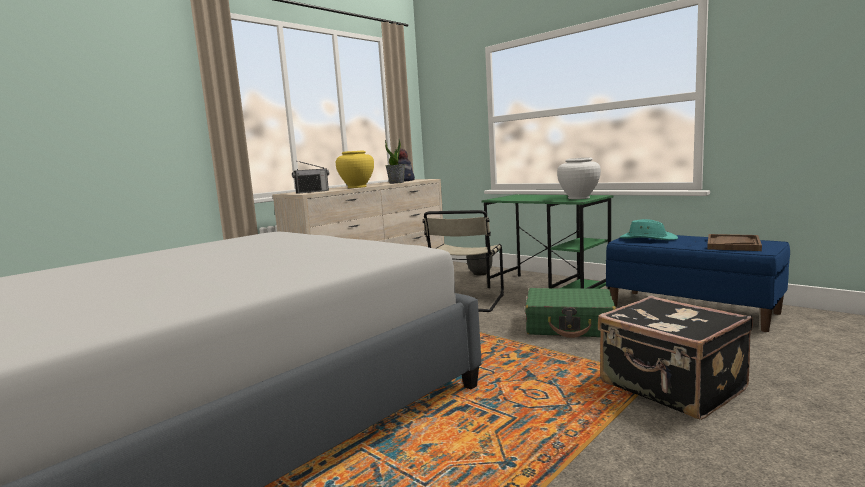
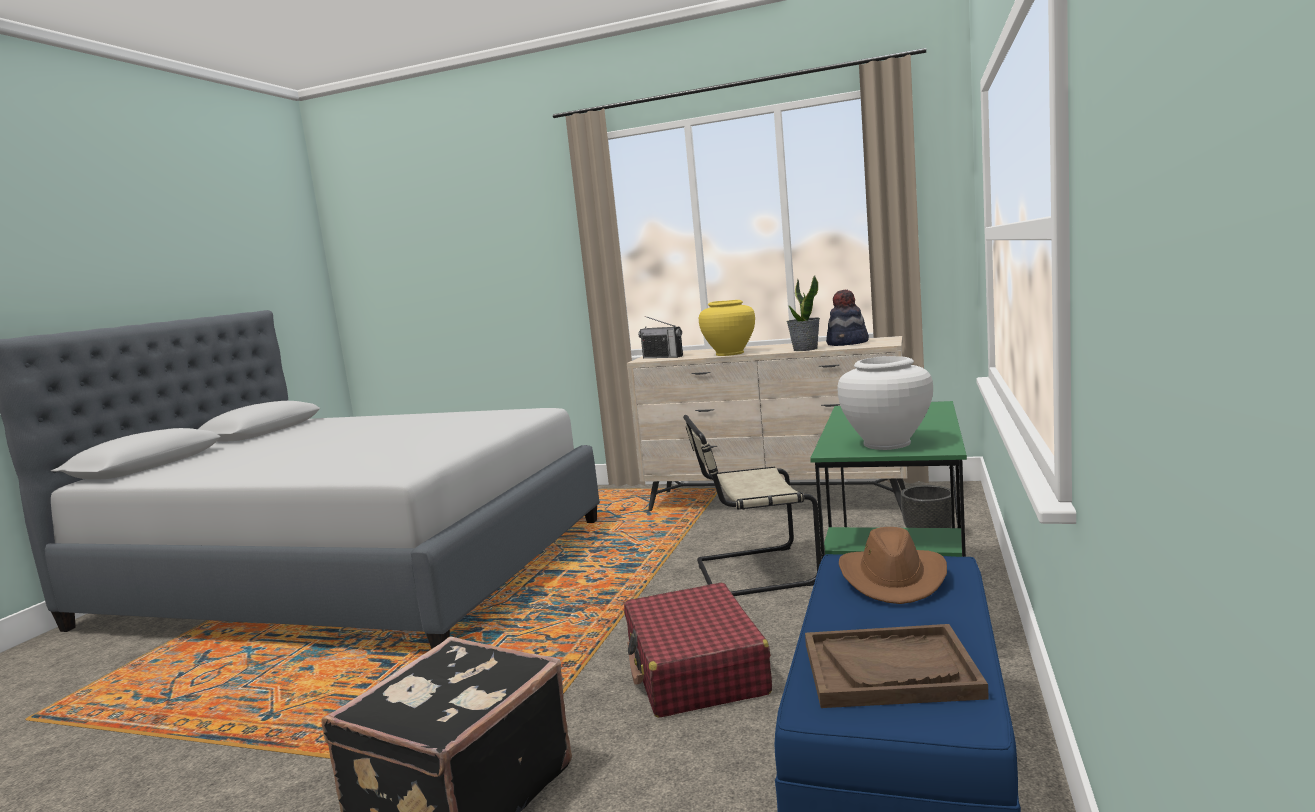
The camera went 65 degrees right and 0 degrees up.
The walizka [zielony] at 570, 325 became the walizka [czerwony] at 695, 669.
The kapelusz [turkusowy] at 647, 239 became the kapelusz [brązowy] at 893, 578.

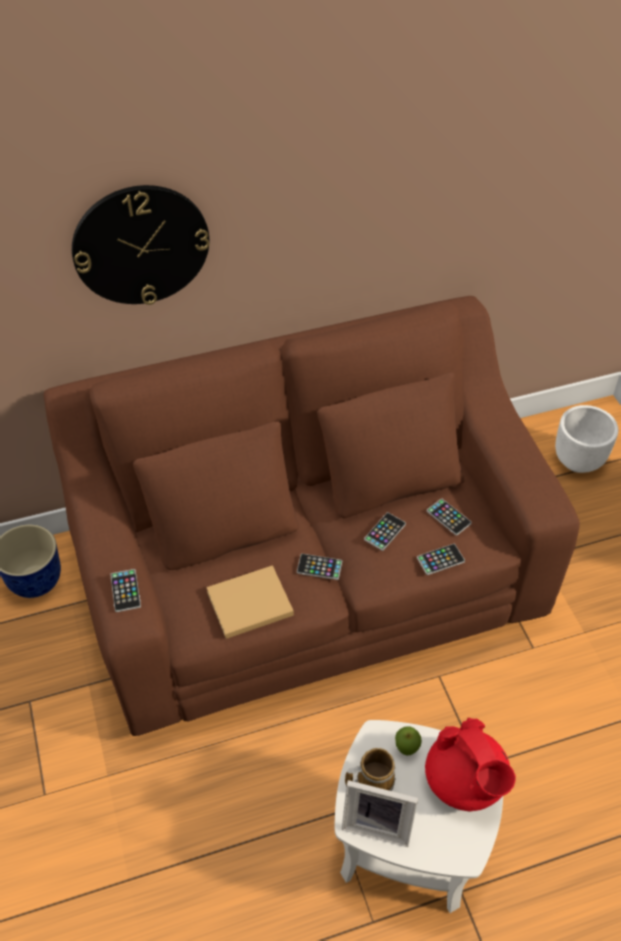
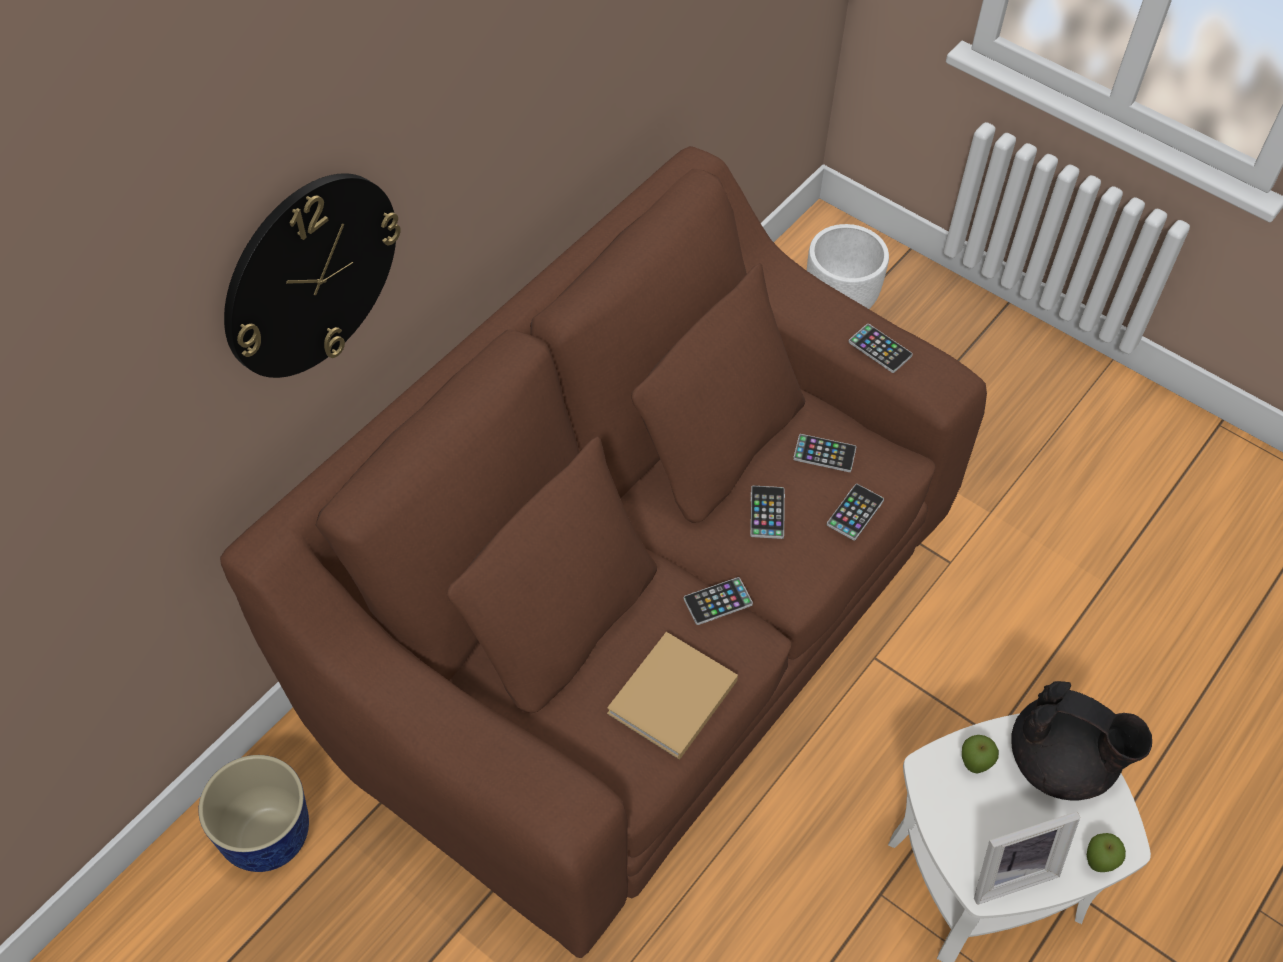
The camera went 35 degrees left and 5 degrees up.
The kubek at 372, 780 disappeared.
The jabłko at 1097, 864 appeared.
The telefon moved from 125, 591 to 880, 349.
The imbryk [czerwony] at 465, 782 became the imbryk [czarny] at 1061, 763.

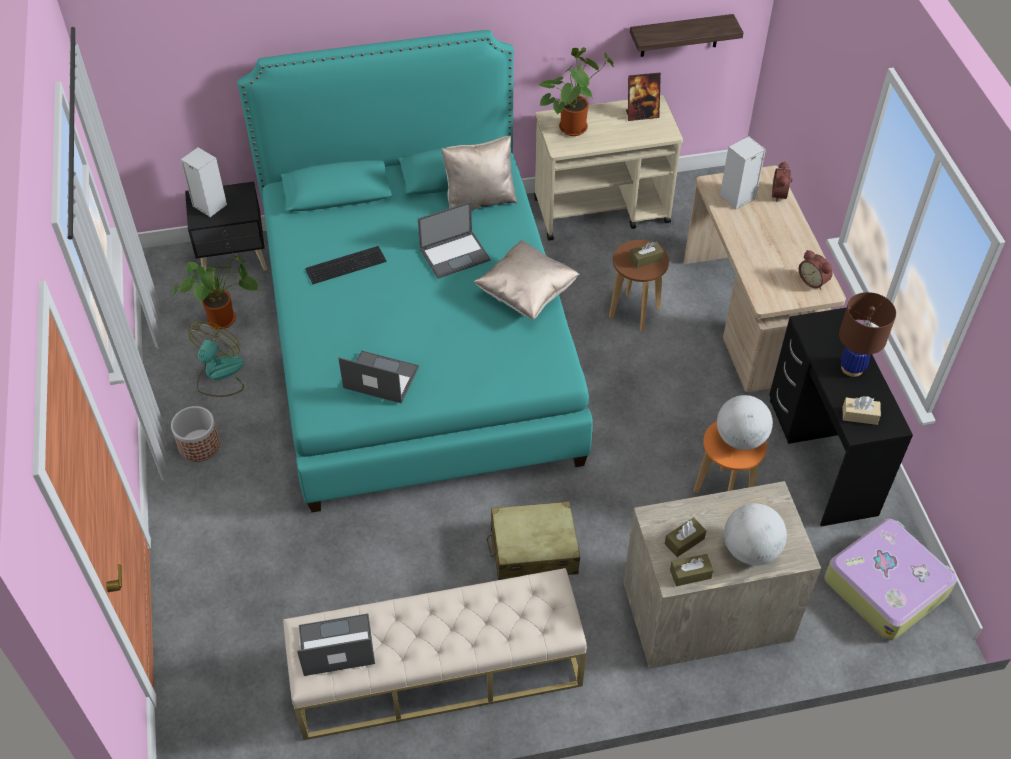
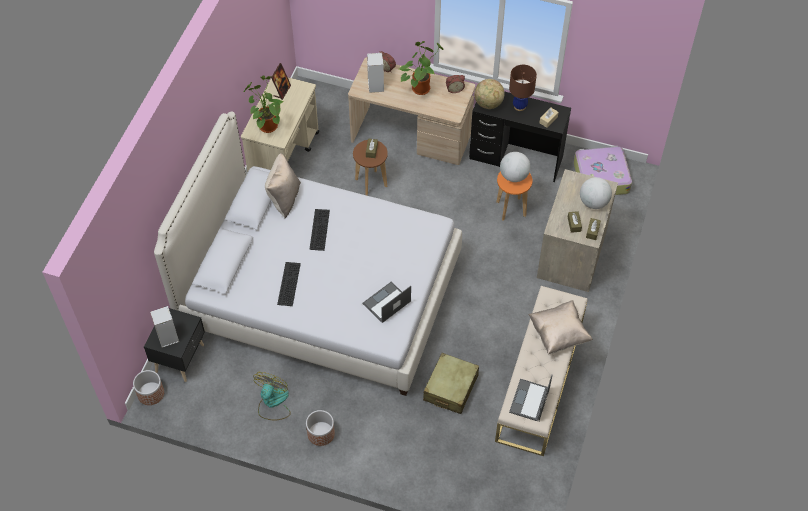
The camera went 60 degrees left and 5 degrees up.
The półka at 680, 35 disappeared.
The donica at 150, 393 appeared.
The globus at 488, 104 appeared.
The roślina doniczkowa moved from 225, 318 to 420, 87.
The poduszka [beżowy] moved from 526, 294 to 558, 334.
The walizka [beżowy] moved from 533, 550 to 450, 388.
The laptop at 455, 254 was replaced by the klawiatura at 318, 229.
The łóżko [turkusowy] at 417, 343 became the łóżko [biały] at 320, 293.
The wentylator at 219, 374 turned 60 degrees clockwise.

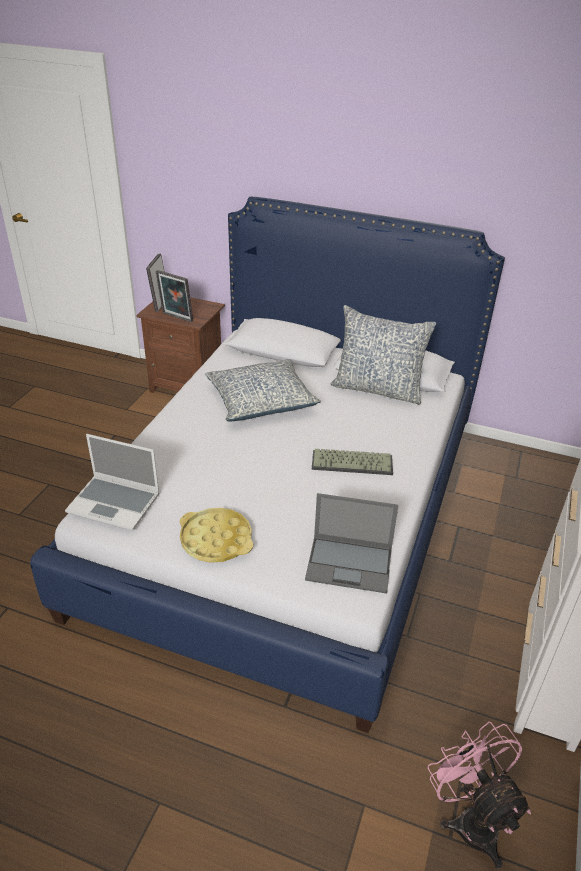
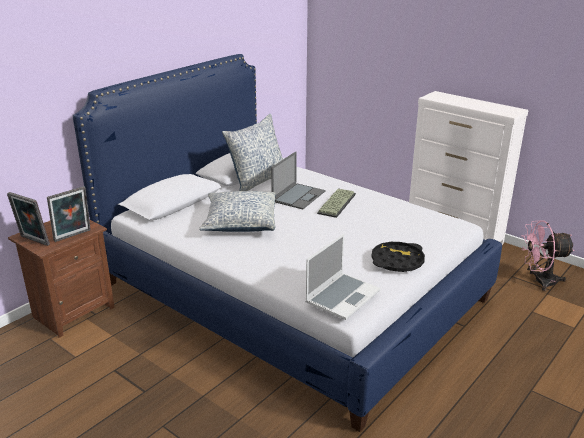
The camera went 70 degrees left and 10 degrees down.
The laptop moved from 350, 564 to 298, 196.
The taca [żółty] at 216, 540 became the taca [czarny] at 397, 261.

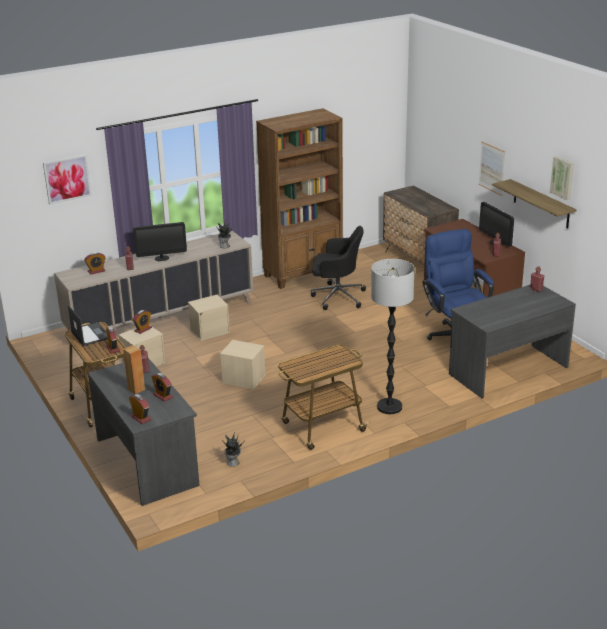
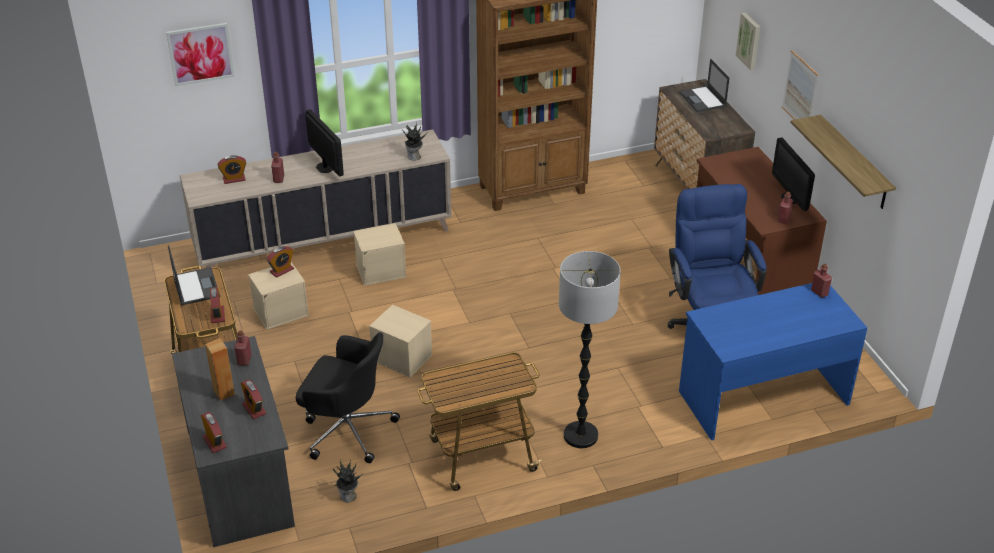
The camera went 10 degrees right and 10 degrees up.
The laptop at 703, 100 appeared.
The krzesło biurowe [czarny] moved from 337, 297 to 347, 429.
The obraz moved from 563, 177 to 749, 41.
The biurko [szary] at 507, 370 became the biurko [niebieski] at 762, 396.
The monitor at 161, 258 turned 120 degrees counterclockwise.

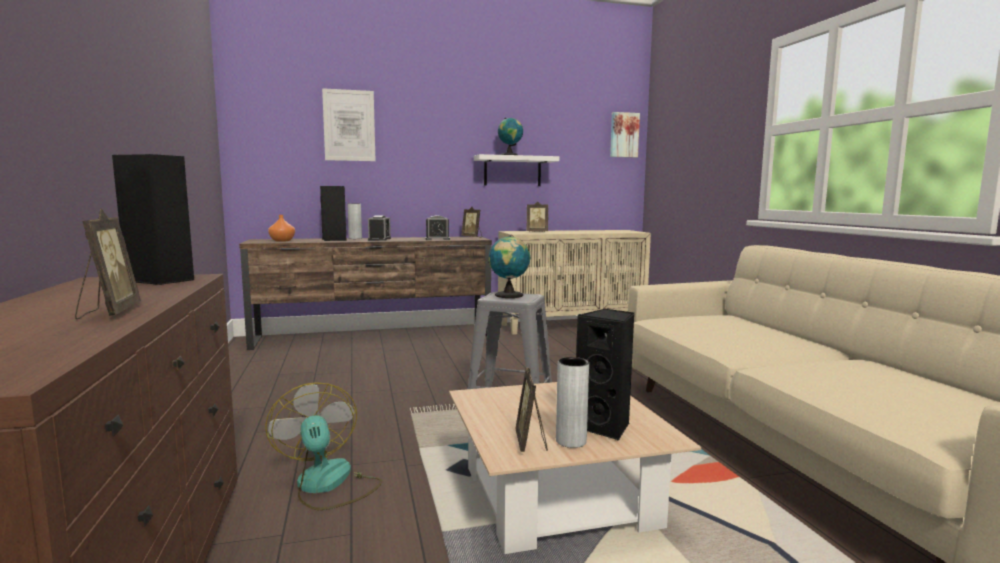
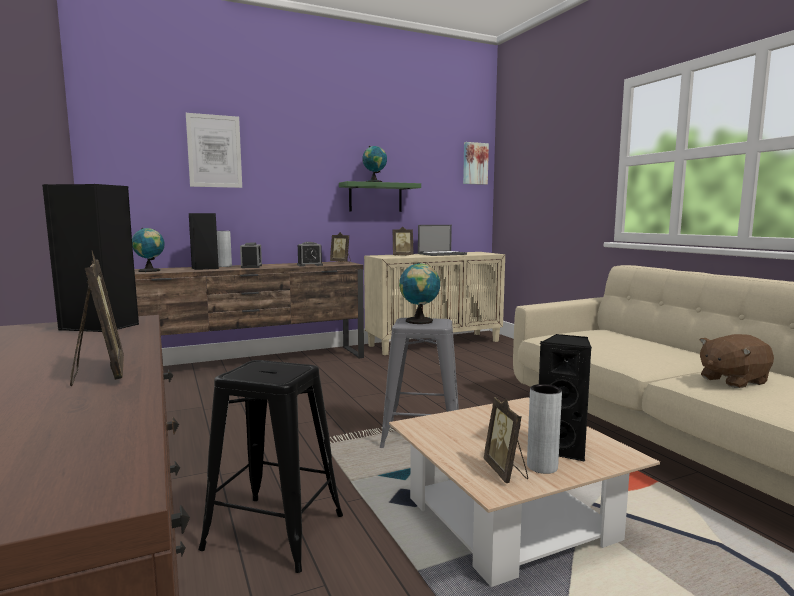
The camera went 10 degrees left and 0 degrees up.
The laptop at 442, 254 appeared.
The pluszak [brązowy] at 732, 380 appeared.
The wentylator at 328, 485 was replaced by the stołek [czarny] at 274, 532.
The wazon [pomarańczowy] at 282, 241 was replaced by the globus at 150, 271.
The półka [biały] at 512, 171 became the półka [zielony] at 375, 197.

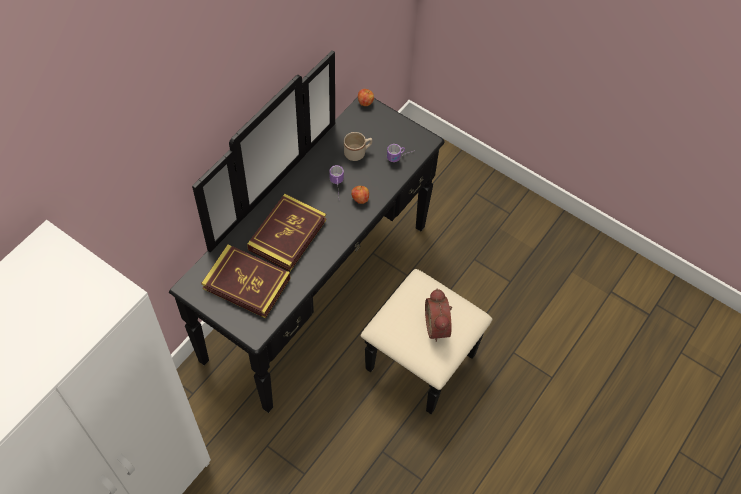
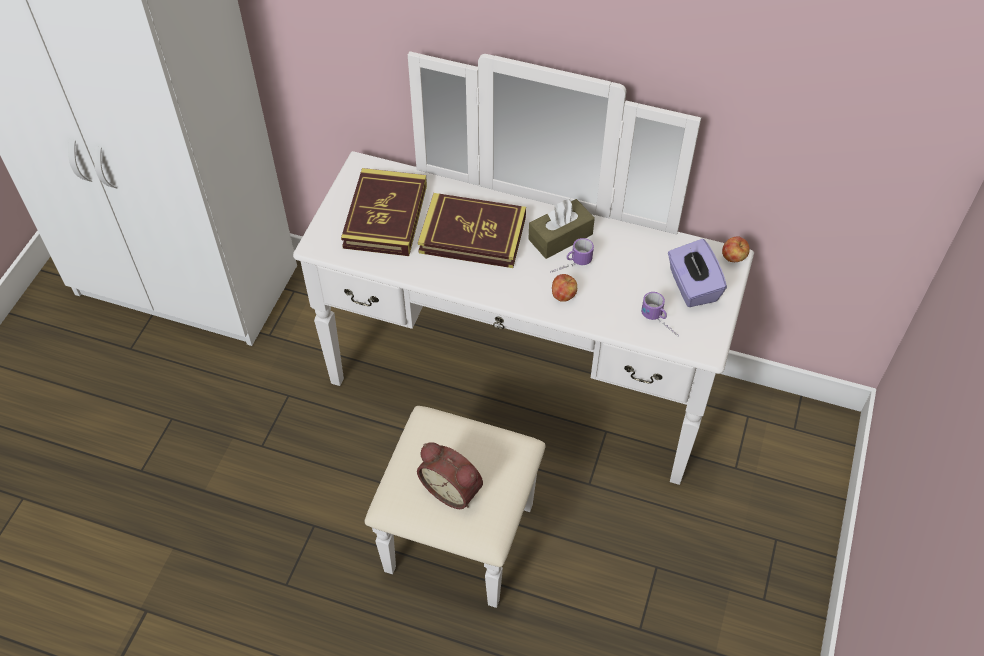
The camera went 75 degrees right and 5 degrees down.
The kubek [beżowy] at 358, 153 disappeared.
The pudełko chusteczek [brązowy] at 560, 237 appeared.
The pudełko chusteczek [fioletowy] at 692, 286 appeared.
The komoda [czarny] at 341, 306 became the komoda [biały] at 507, 417.
The budzik at 439, 326 turned 120 degrees counterclockwise.

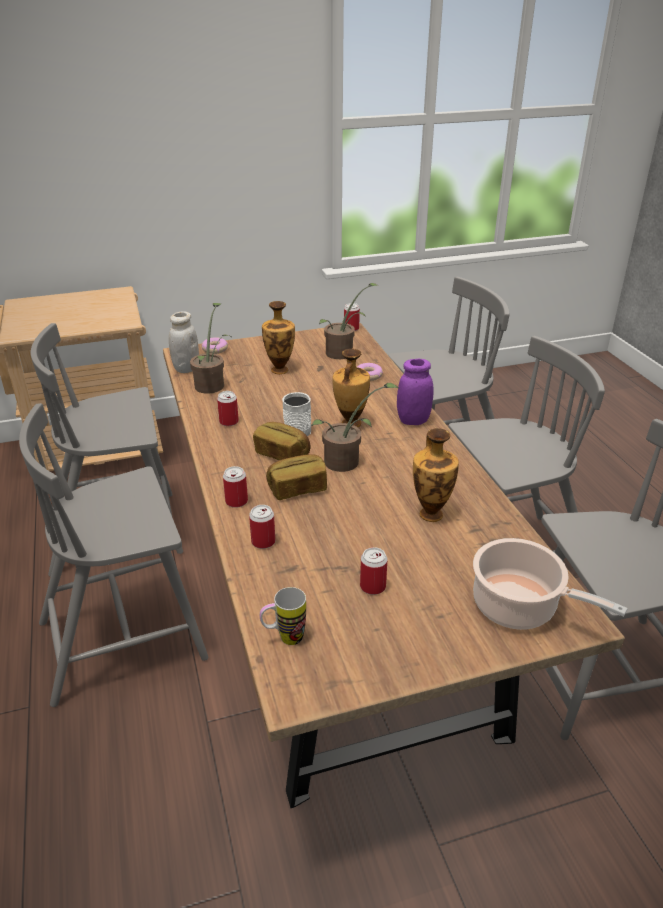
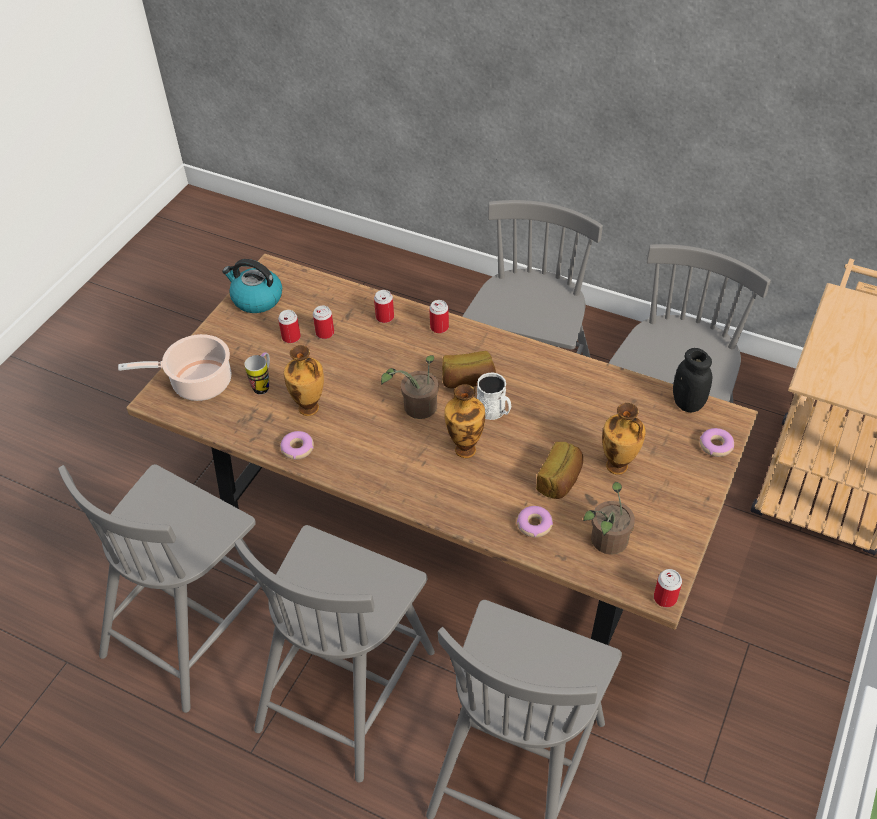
The camera went 135 degrees right and 15 degrees up.
The roślina doniczkowa at 212, 384 disappeared.
The słoik [fioletowy] at 413, 420 disappeared.
The czajnik at 256, 299 appeared.
The donut at 297, 448 appeared.
The puszka moved from 229, 422 to 325, 333.
The kubek moved from 284, 638 to 264, 385.
The chleb moved from 297, 488 to 560, 480.
The słoik [biały] at 186, 368 became the słoik [czarny] at 687, 403.

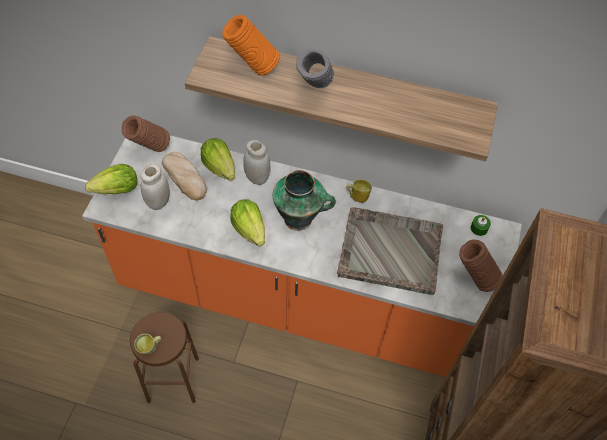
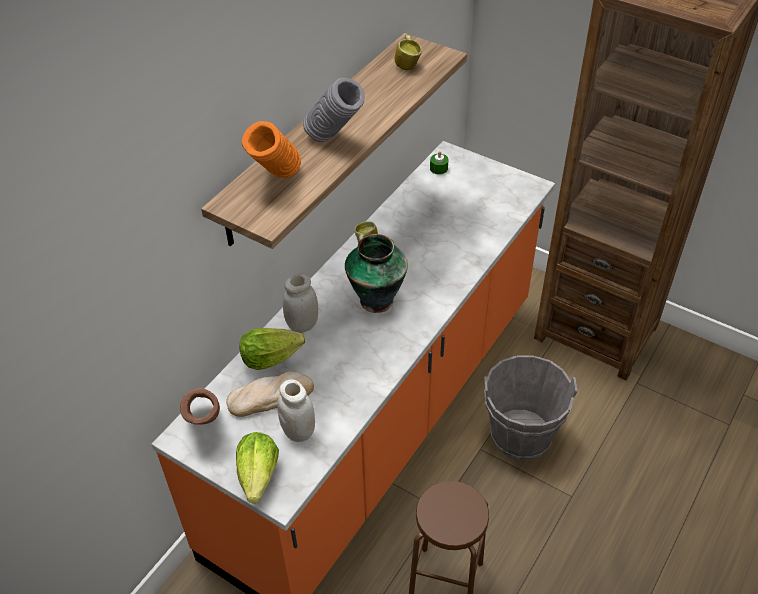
The camera went 70 degrees left and 10 degrees down.
The sałata at 249, 229 disappeared.
The taca [szary] at 389, 251 disappeared.
The wazon [brązowy] at 474, 279 disappeared.
The wiadro [szary] at 521, 435 appeared.
The kubek moved from 150, 348 to 408, 64.

